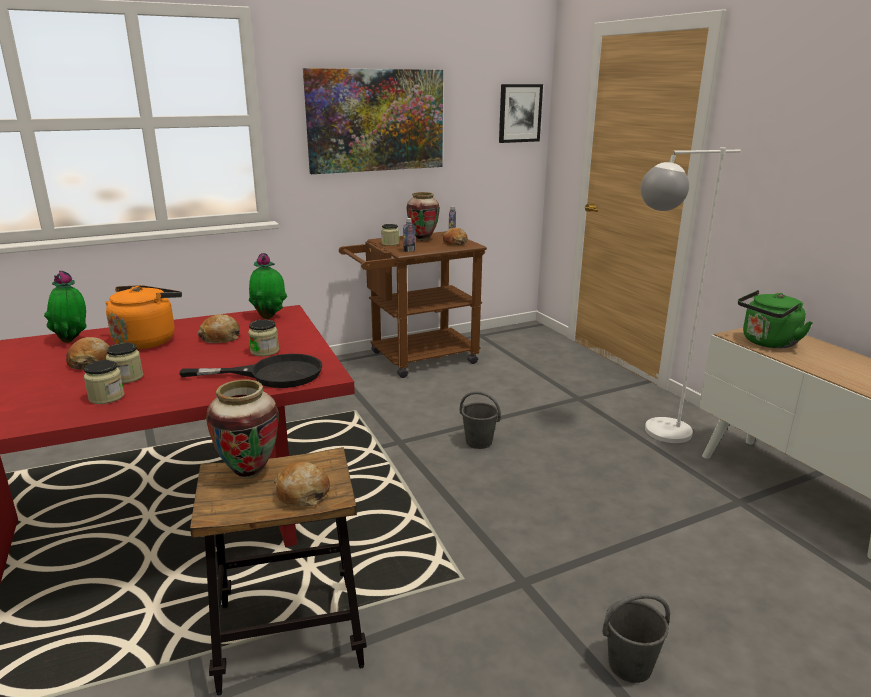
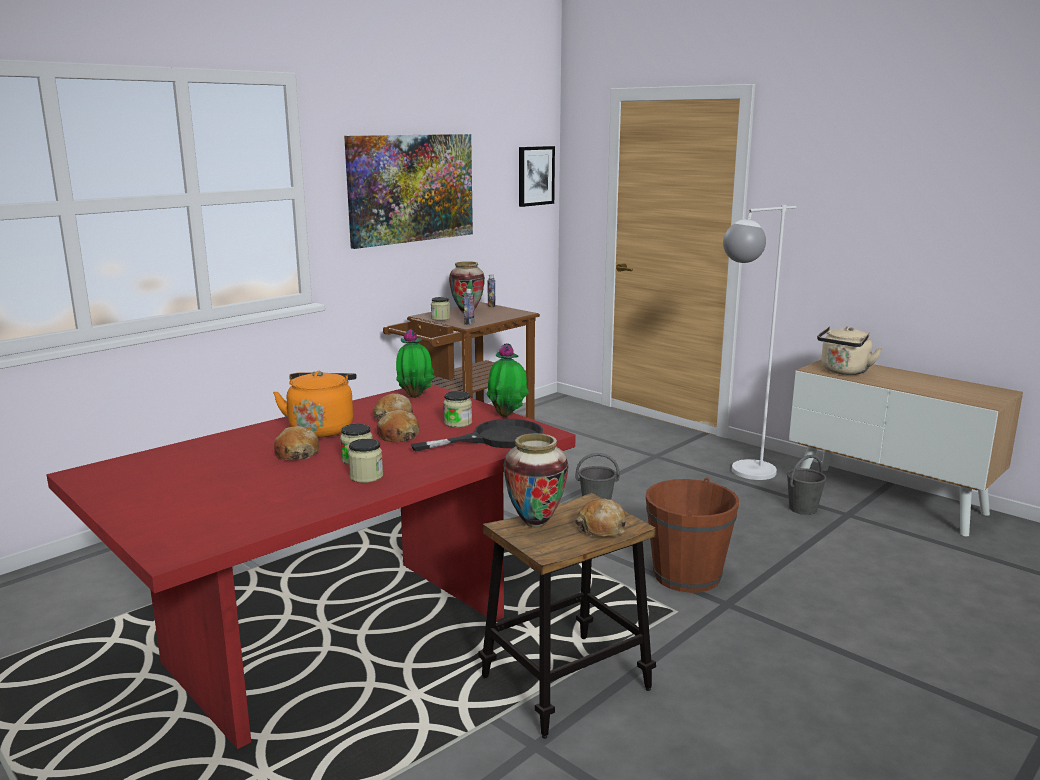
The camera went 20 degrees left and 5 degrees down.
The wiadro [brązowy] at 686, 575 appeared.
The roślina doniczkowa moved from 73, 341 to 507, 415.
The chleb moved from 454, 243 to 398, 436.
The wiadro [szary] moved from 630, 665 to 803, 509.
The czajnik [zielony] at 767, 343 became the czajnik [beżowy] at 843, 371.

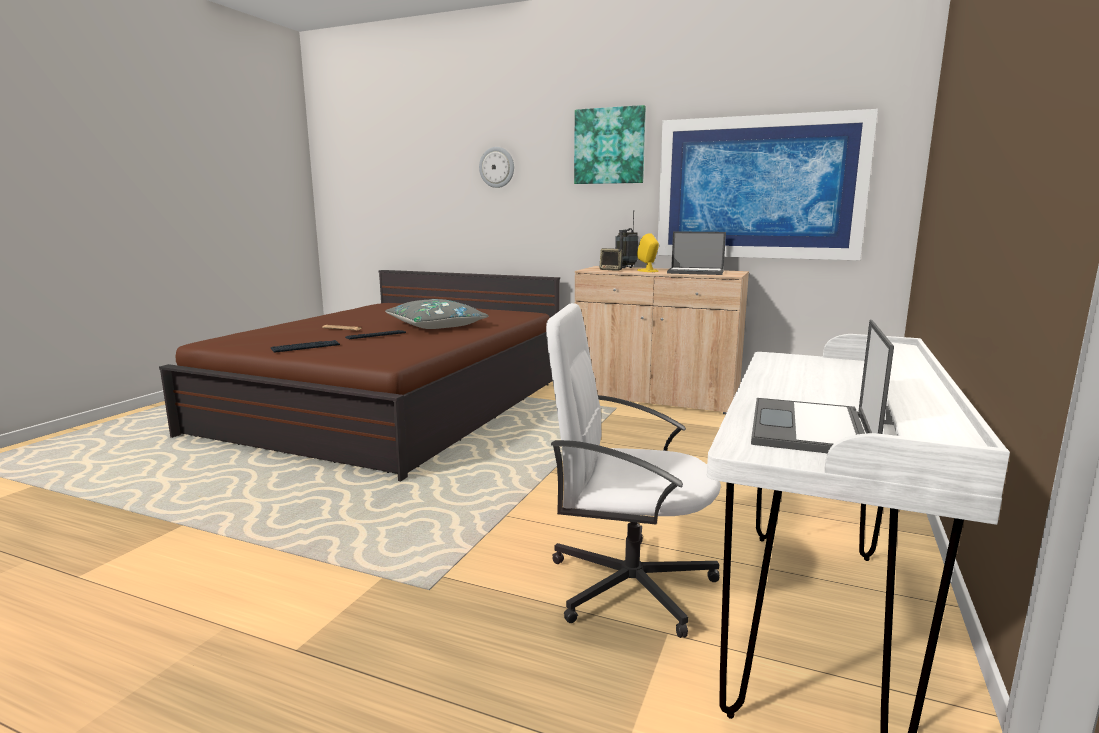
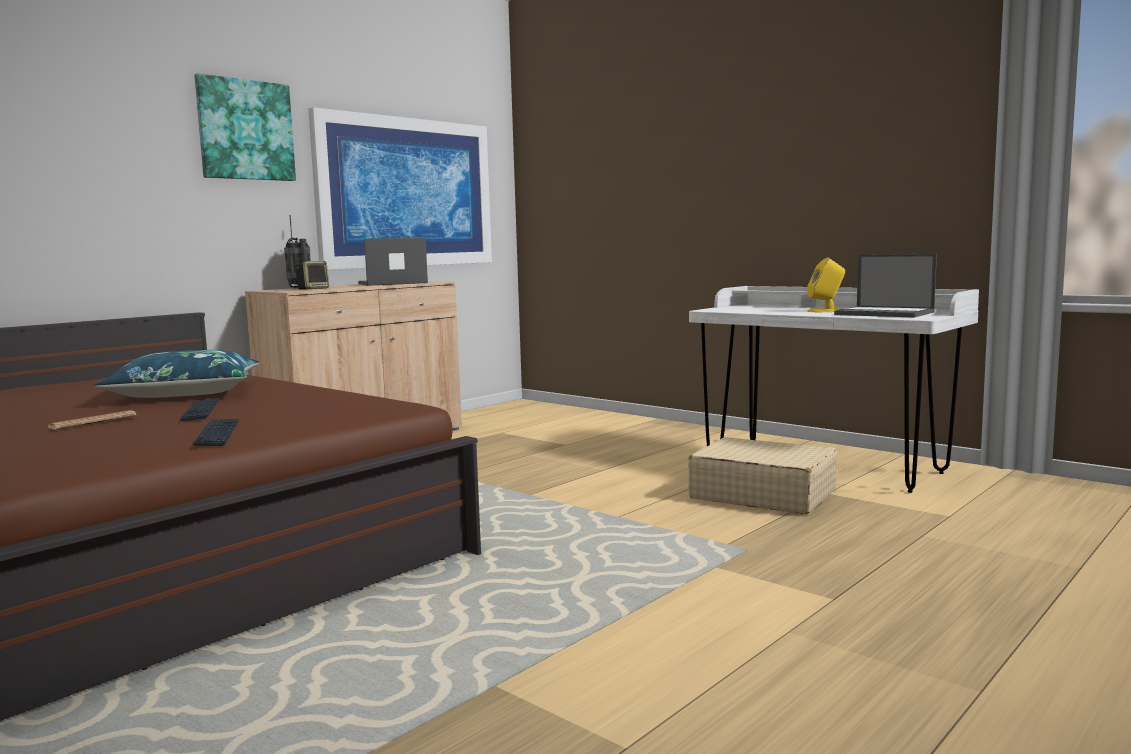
The camera went 70 degrees left and 5 degrees down.
The zegar ścienny at 497, 167 disappeared.
The głośnik [żółty] moved from 647, 271 to 825, 311.
The krzesło biurowe [biały] at 628, 584 was replaced by the walizka [beżowy] at 762, 494.
The poduszka [szary] at 436, 325 became the poduszka [niebieski] at 186, 393.
The laptop at 696, 272 turned 150 degrees counterclockwise.

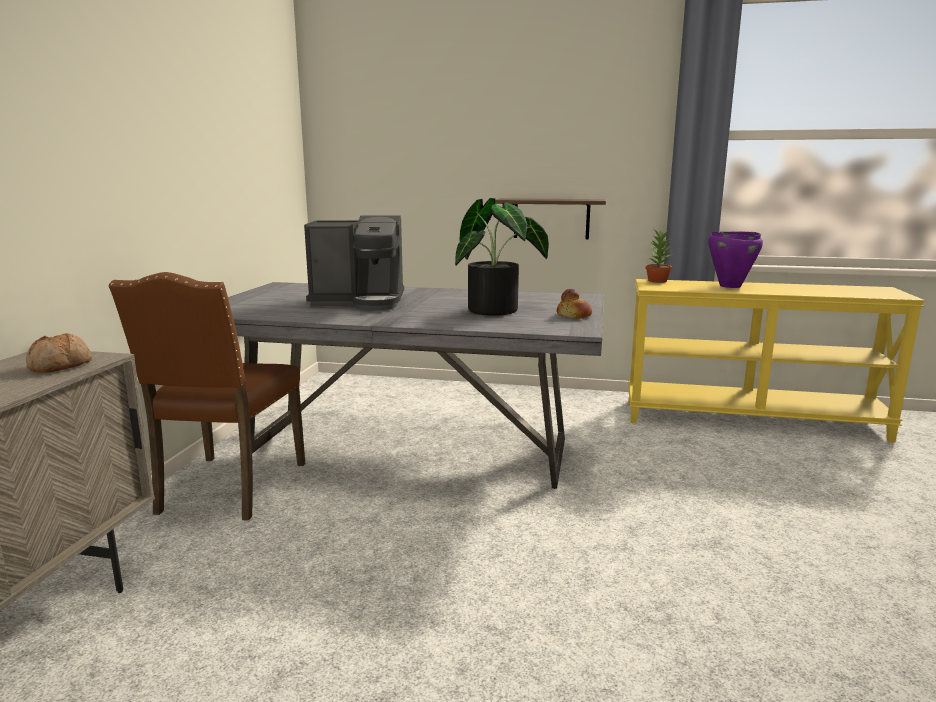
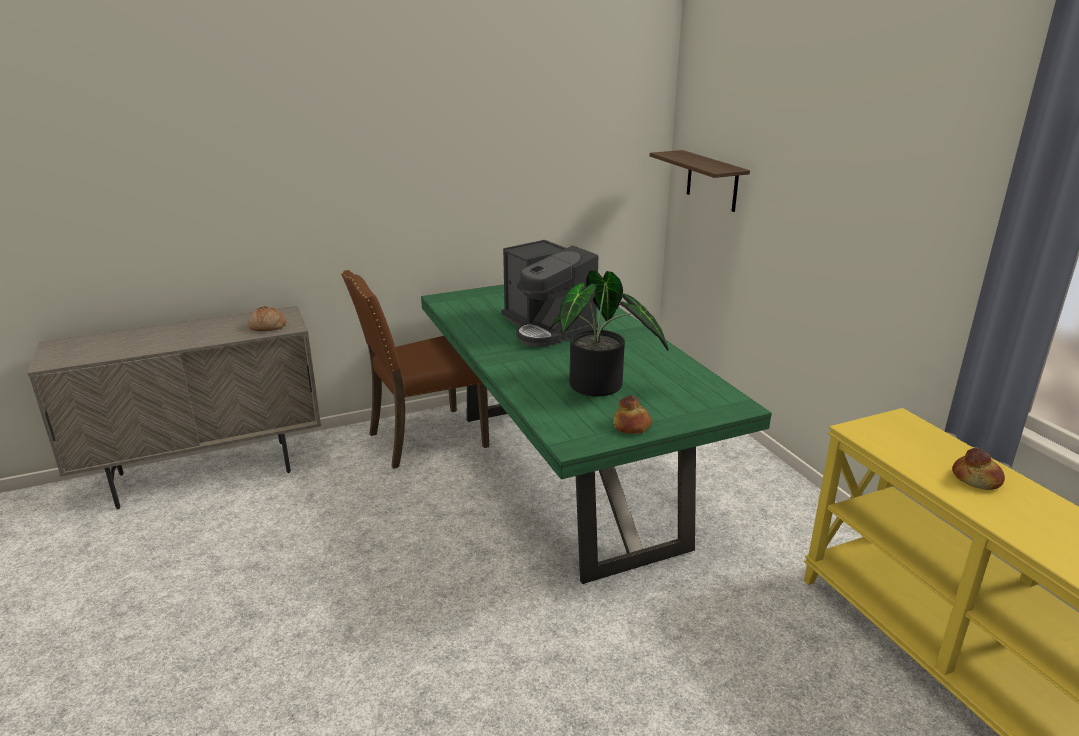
The camera went 55 degrees right and 10 degrees up.
The roślina doniczkowa at 657, 281 disappeared.
The półka moved from 551, 218 to 712, 181.
The garnek [fioletowy] at 729, 286 was replaced by the chleb at 977, 479.
The stół jadalny [szary] at 410, 449 became the stół jadalny [zielony] at 566, 478.

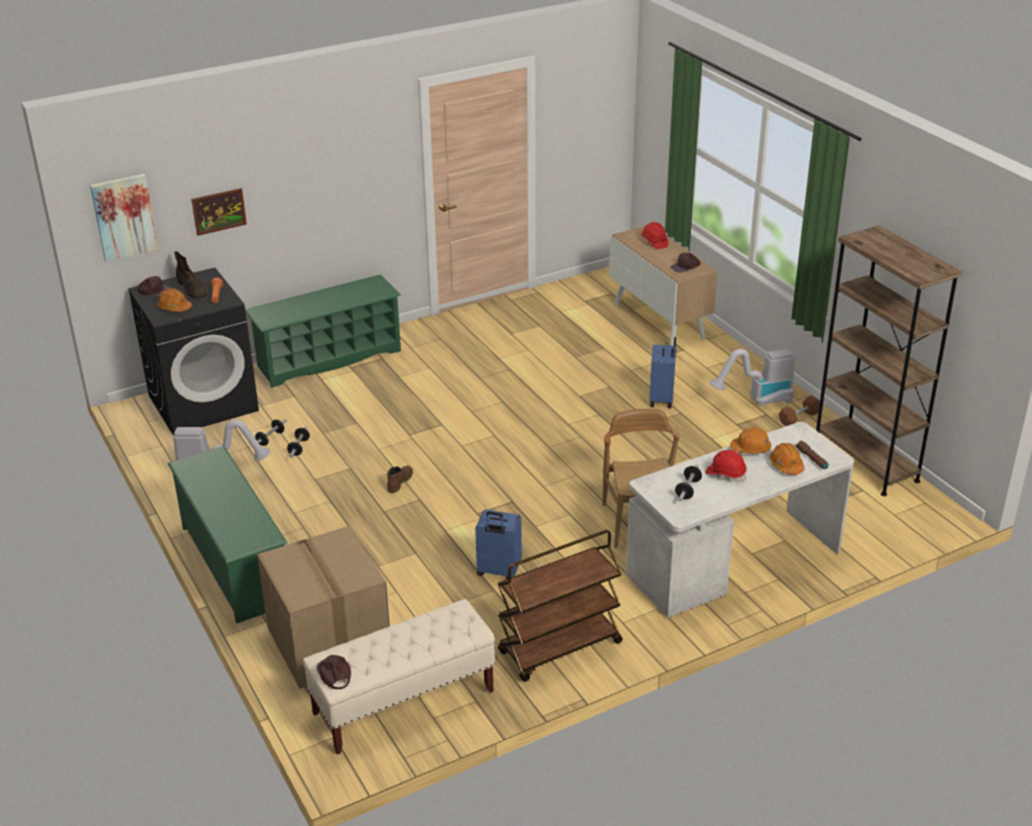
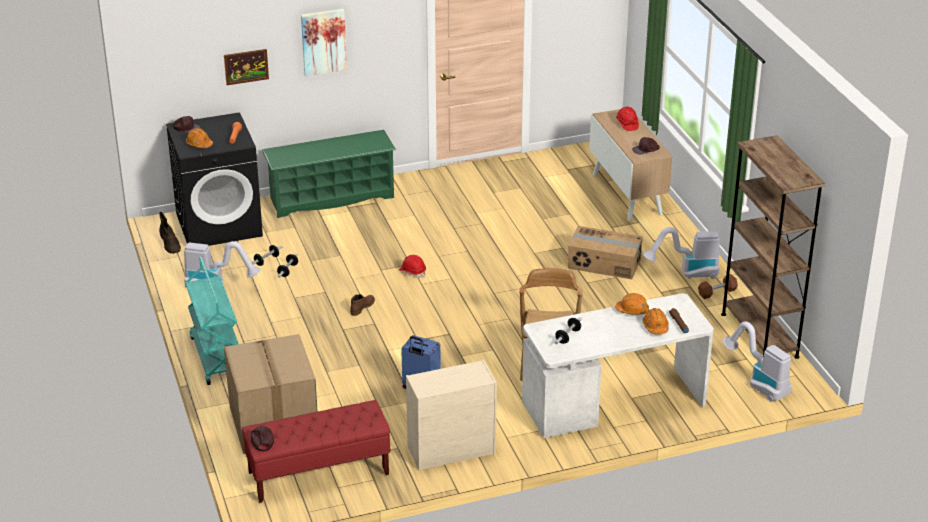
The camera went 10 degrees right and 0 degrees up.
The odkurzacz at 758, 383 appeared.
The obraz moved from 124, 217 to 323, 41.
The but z cholewką [brązowy] moved from 192, 289 to 170, 244.
The kask [czerwony] moved from 725, 474 to 412, 272.
The regał na buty [zielony] at 235, 565 was replaced by the wózek [turkusowy] at 215, 357.
The wózek [brązowy] at 559, 649 was replaced by the komoda [beżowy] at 450, 450.
The walizka [niebieski] at 662, 399 was replaced by the karton at 604, 264.
The ławka [beżowy] at 403, 703 became the ławka [czerwony] at 318, 474.

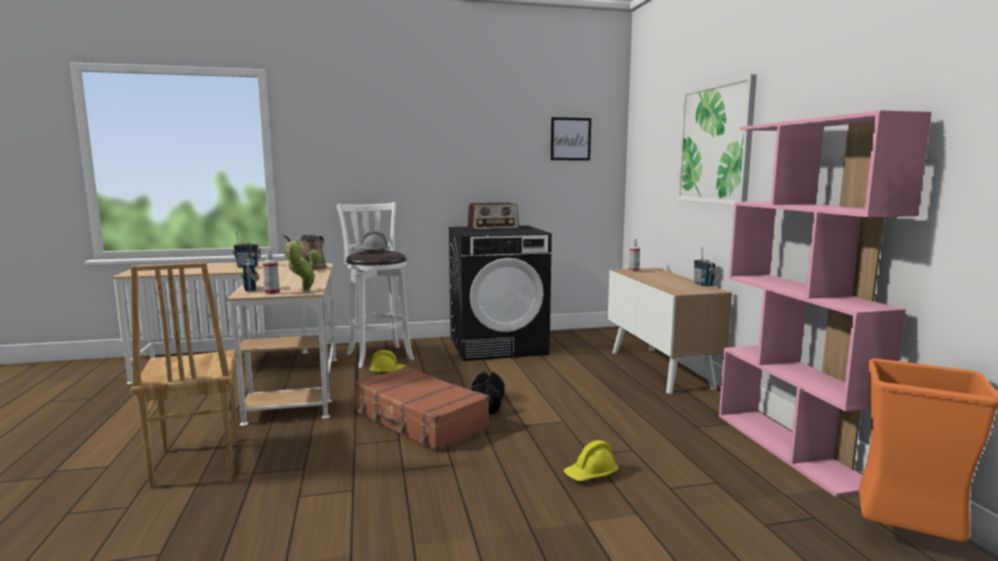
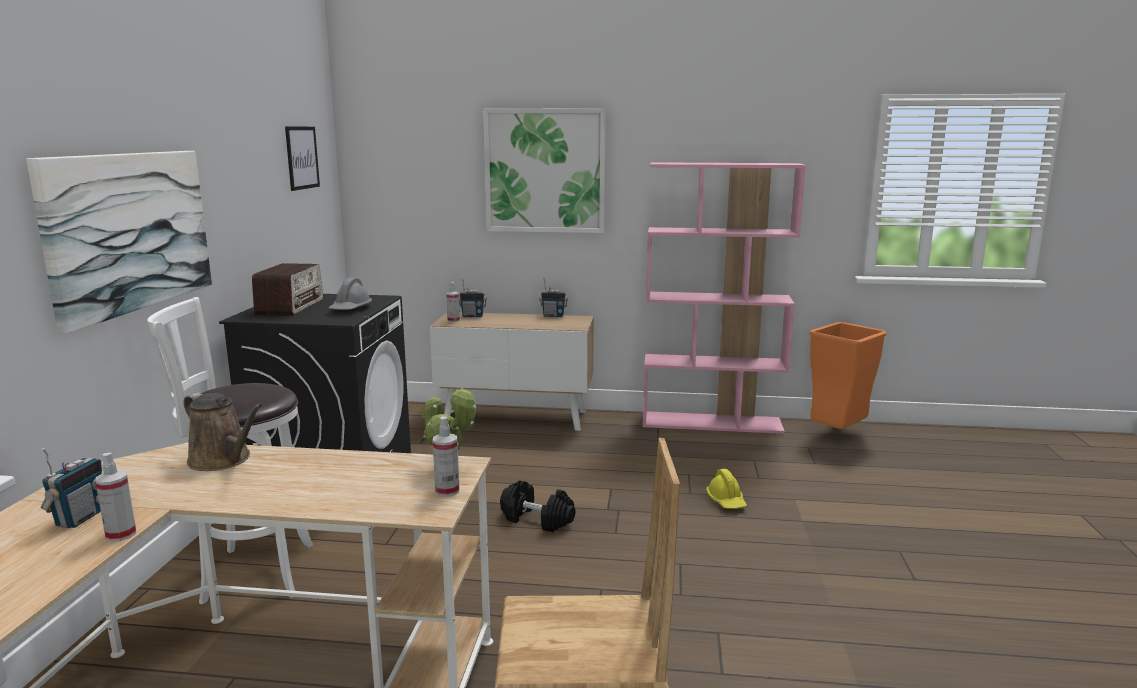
The camera went 70 degrees left and 5 degrees up.
The walizka [brązowy] at 419, 421 disappeared.
The kask [żółty] at 388, 371 disappeared.
The obraz at 129, 231 appeared.
The spryskiwacz at 121, 535 appeared.
The radio moved from 251, 289 to 473, 316.
The kask [szary] moved from 370, 251 to 350, 309.

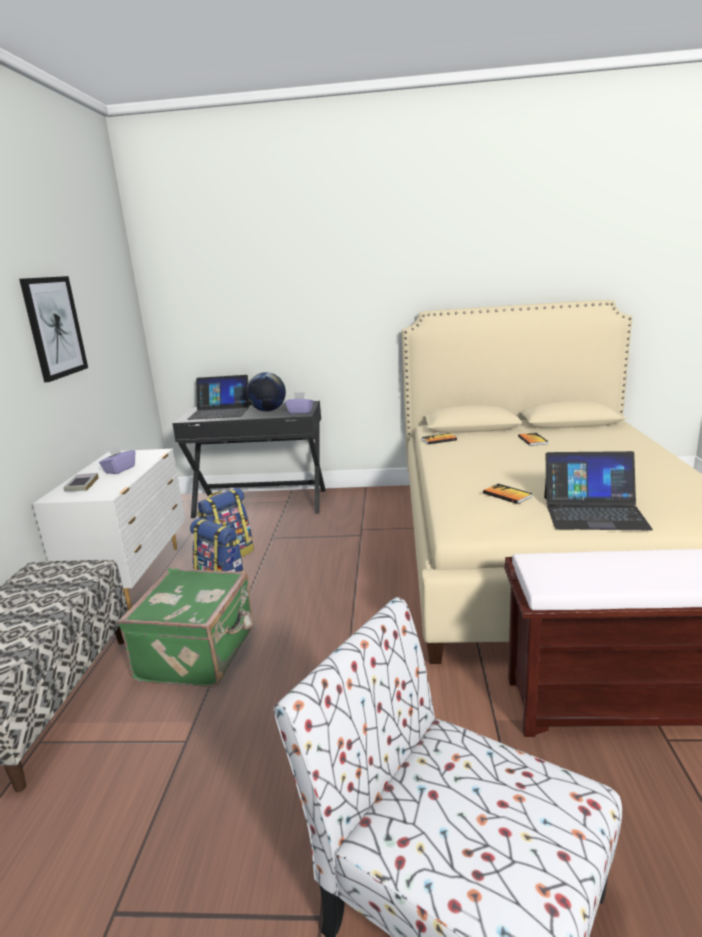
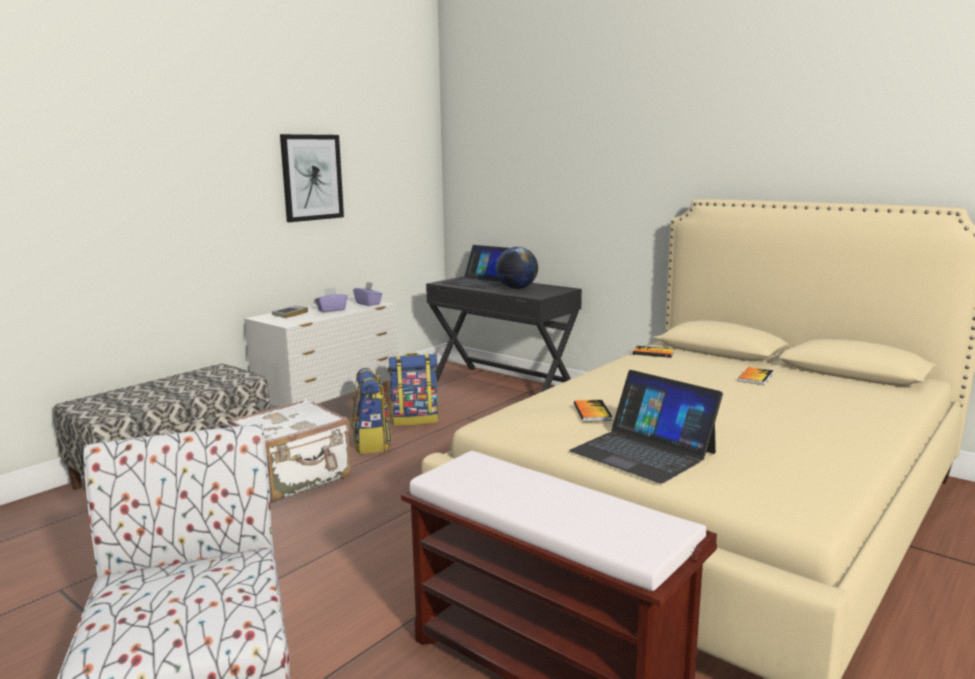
The camera went 35 degrees right and 5 degrees down.
The pudełko chusteczek [fioletowy] moved from 300, 412 to 368, 303.
The walizka [zielony] at 199, 653 became the walizka [biały] at 294, 478.

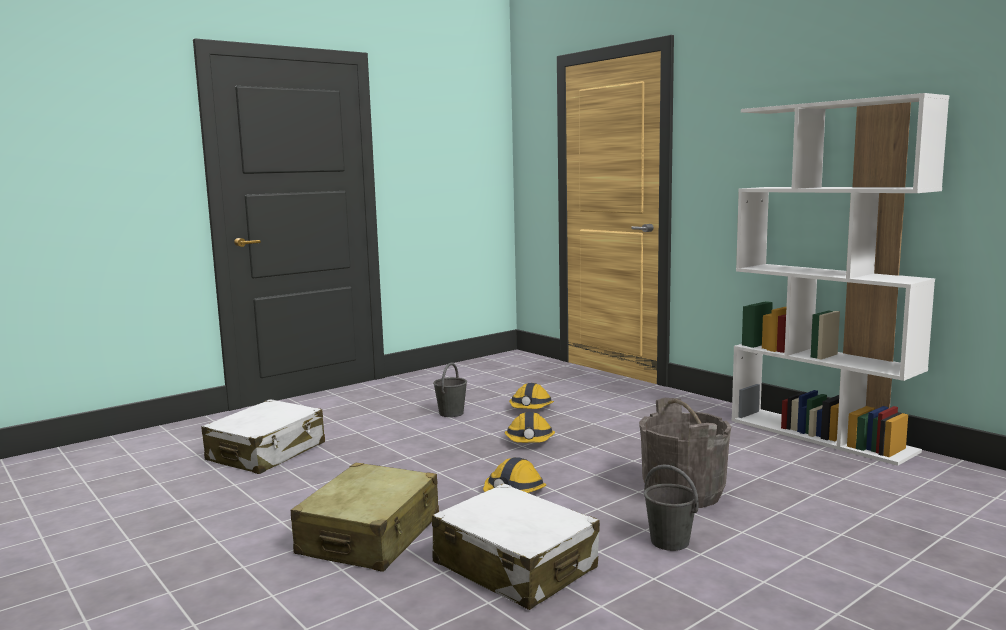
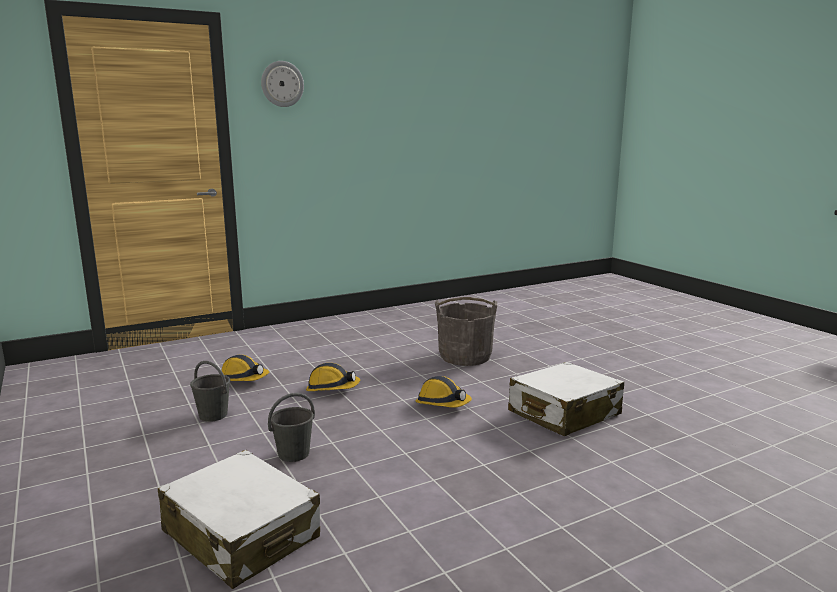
The camera went 80 degrees left and 5 degrees up.
The walizka [beżowy] at 370, 536 disappeared.
The regał [biały] at 821, 435 disappeared.
The zegar ścienny at 282, 84 appeared.
The wiadro [szary] moved from 670, 542 to 294, 454.

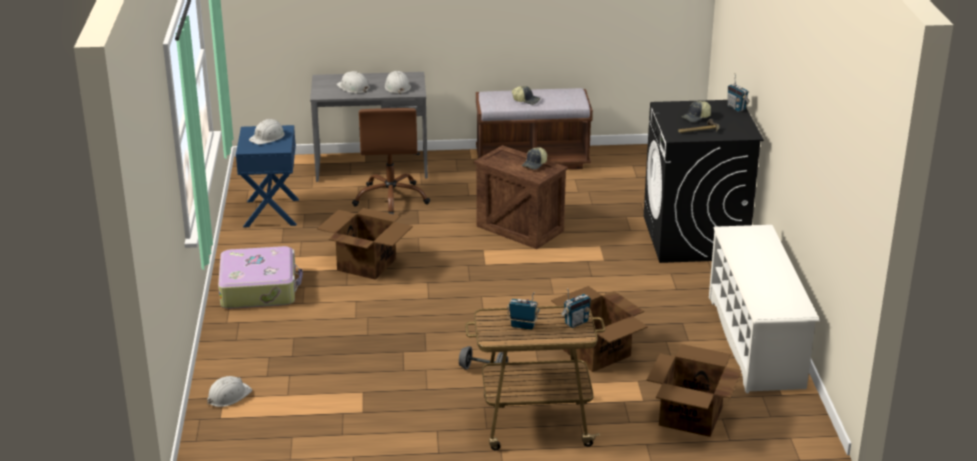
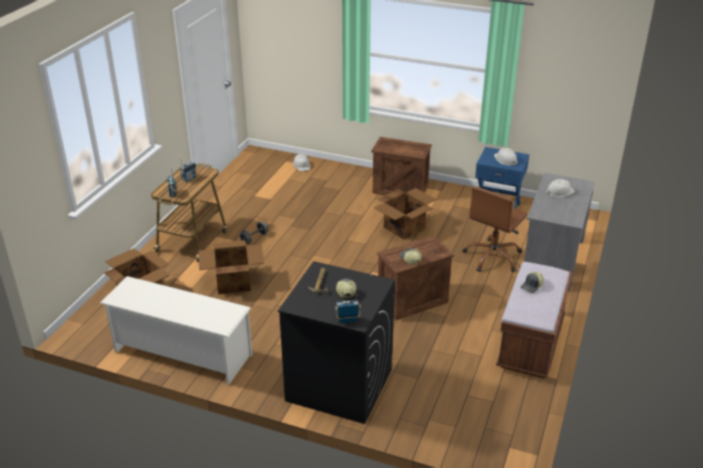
The camera went 115 degrees right and 5 degrees up.
The kask [biały] at 397, 87 disappeared.
The walizka at 259, 288 was replaced by the skrzynka at 401, 189.
The krzesło biurowe [brązowy] at 391, 199 turned 75 degrees counterclockwise.

